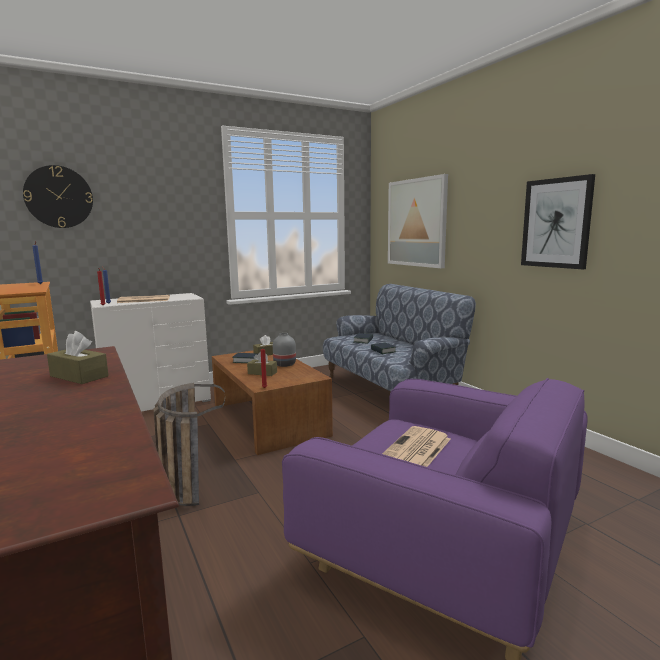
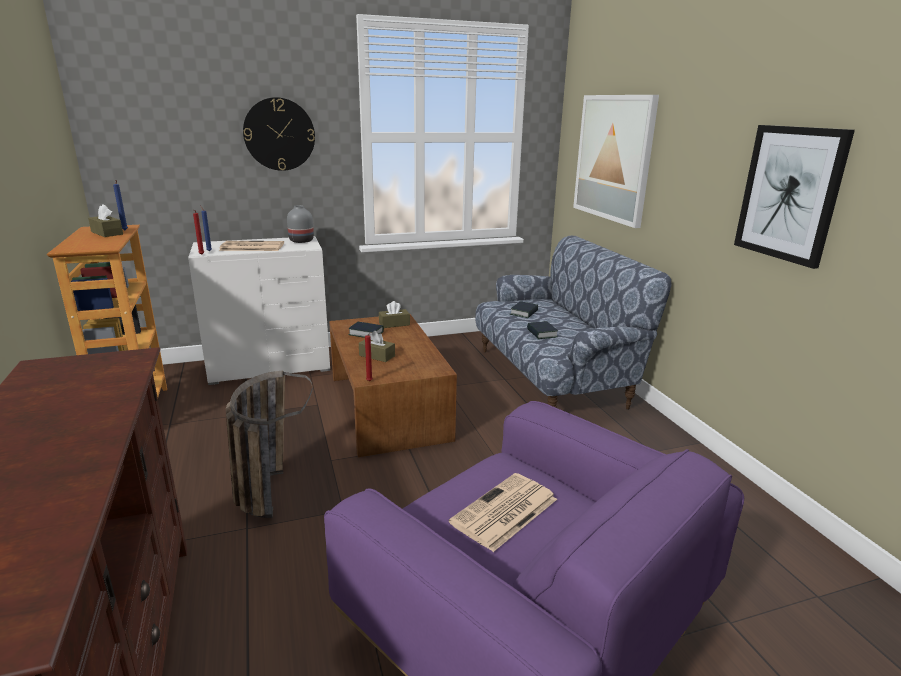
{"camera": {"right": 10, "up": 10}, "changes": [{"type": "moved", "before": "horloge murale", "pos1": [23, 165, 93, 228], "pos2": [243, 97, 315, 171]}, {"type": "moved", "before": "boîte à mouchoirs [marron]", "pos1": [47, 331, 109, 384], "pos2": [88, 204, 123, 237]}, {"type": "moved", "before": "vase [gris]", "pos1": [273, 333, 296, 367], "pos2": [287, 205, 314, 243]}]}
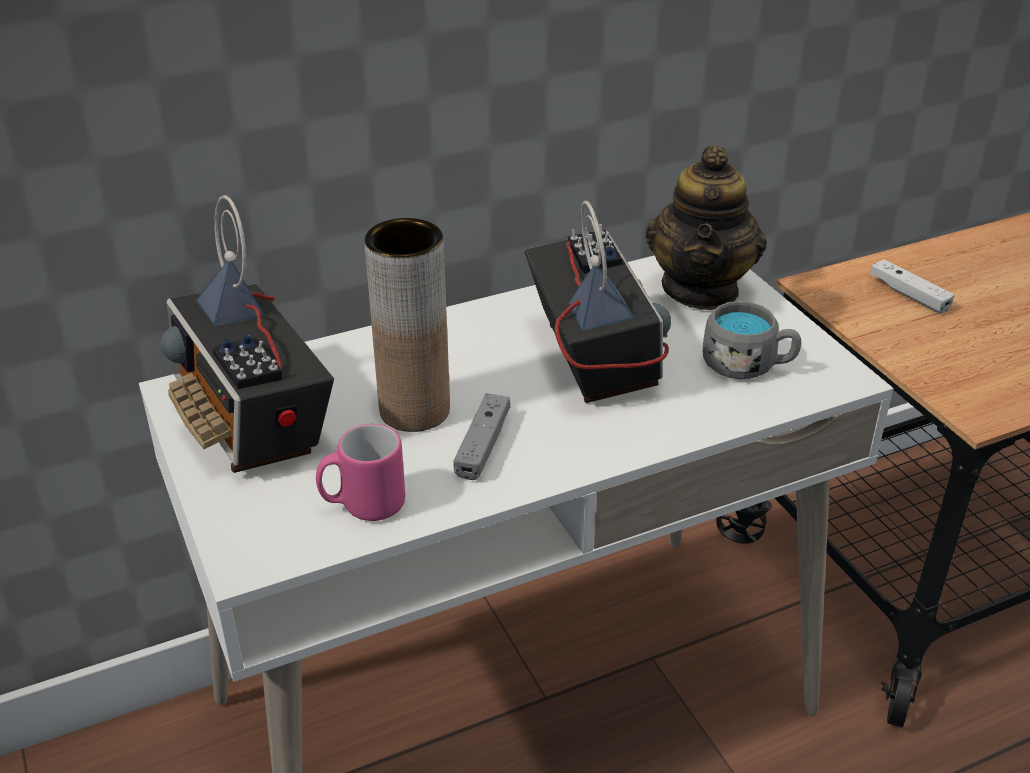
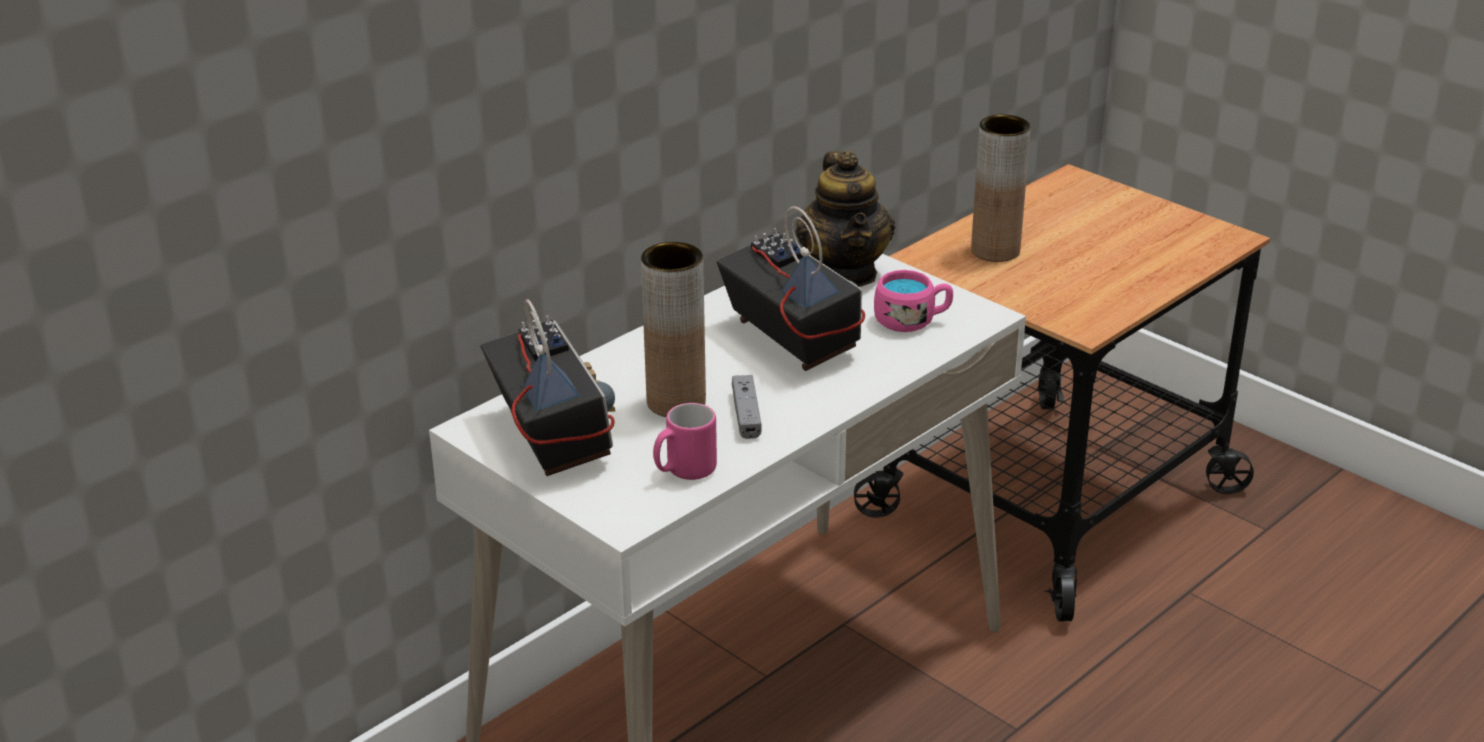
{"camera": {"right": -20, "up": -5}, "changes": [{"type": "turned", "before": "radio", "pos1": [160, 195, 334, 473], "pos2": [481, 299, 615, 476], "turn": -150}, {"type": "recoloured", "before": "mug [gris]", "after": "mug [rose]", "pos1": [703, 301, 801, 379], "pos2": [874, 270, 953, 332]}, {"type": "replaced", "before": "manette [blanc]", "after": "vase [marron]", "pos1": [870, 259, 955, 314], "pos2": [971, 114, 1031, 262]}]}
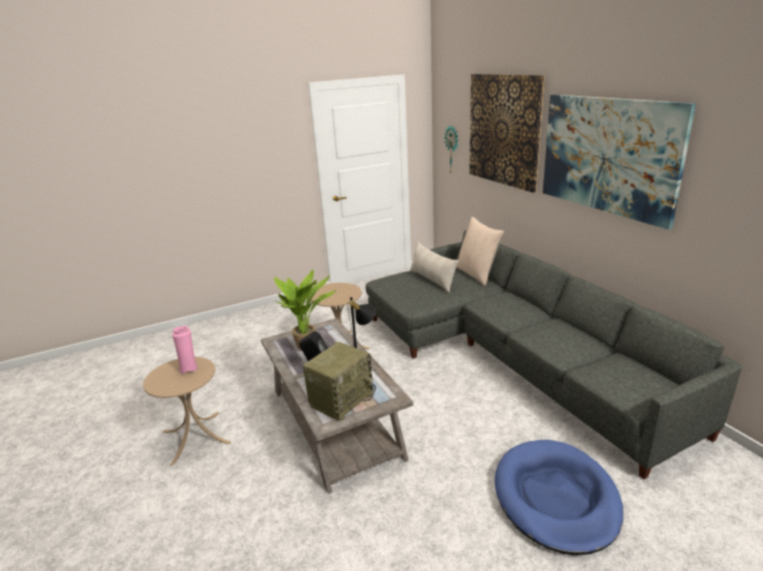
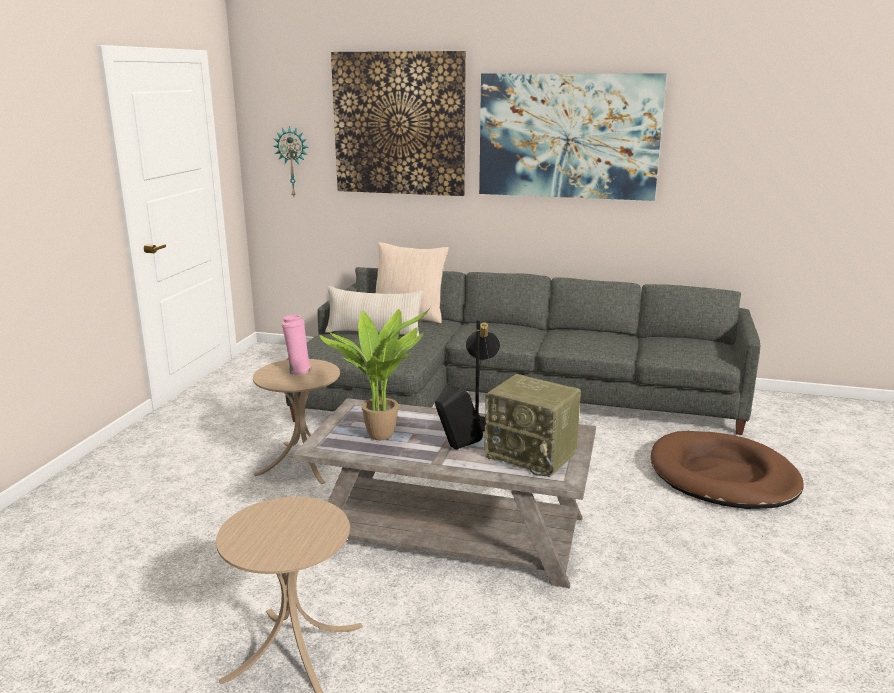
{"camera": {"right": -50, "up": -5}, "changes": [{"type": "moved", "before": "vase [rose]", "pos1": [172, 326, 197, 374], "pos2": [282, 315, 312, 375]}, {"type": "turned", "before": "radio", "pos1": [303, 342, 376, 421], "pos2": [484, 374, 581, 477], "turn": 135}, {"type": "recoloured", "before": "panier pour chien [bleu]", "after": "panier pour chien [marron]", "pos1": [495, 440, 623, 555], "pos2": [651, 431, 804, 509]}]}
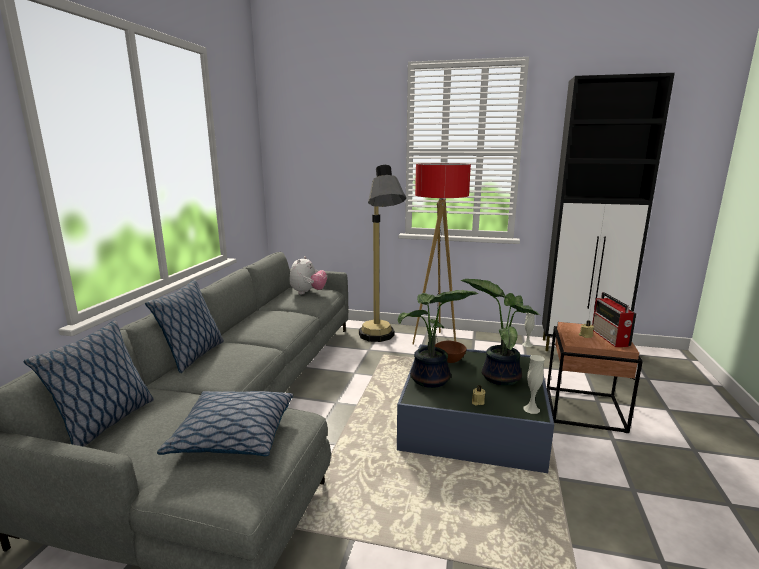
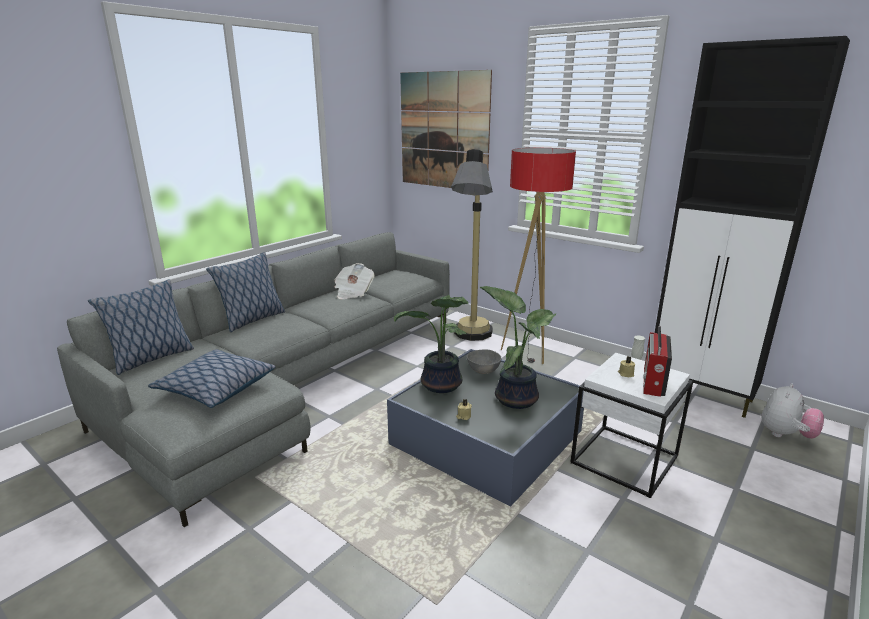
{"camera": {"right": 25, "up": 5}, "changes": [{"type": "moved", "before": "peluche", "pos1": [289, 256, 327, 294], "pos2": [762, 383, 824, 439]}, {"type": "recoloured", "before": "bol [marron]", "after": "bol [gris]", "pos1": [435, 340, 466, 363], "pos2": [467, 350, 501, 374]}, {"type": "removed", "before": "vase [blanc]", "pos1": [523, 355, 545, 414]}, {"type": "recoloured", "before": "table d'appoint [marron]", "after": "table d'appoint [blanc]", "pos1": [547, 322, 643, 433], "pos2": [570, 353, 693, 498]}, {"type": "added", "after": "journal", "pos2": [334, 263, 375, 299]}, {"type": "added", "after": "tableau", "pos2": [400, 70, 492, 188]}]}
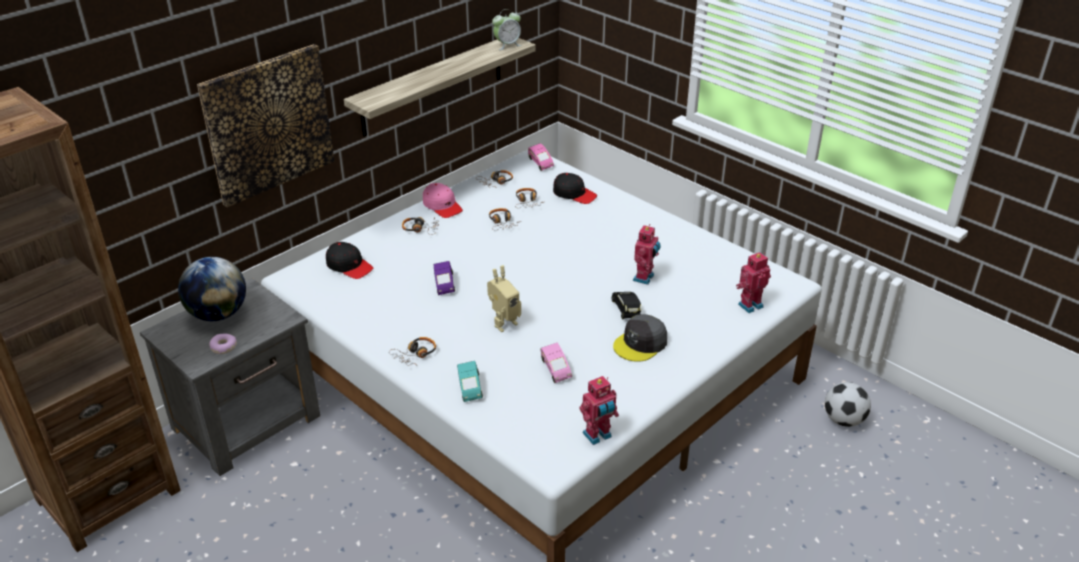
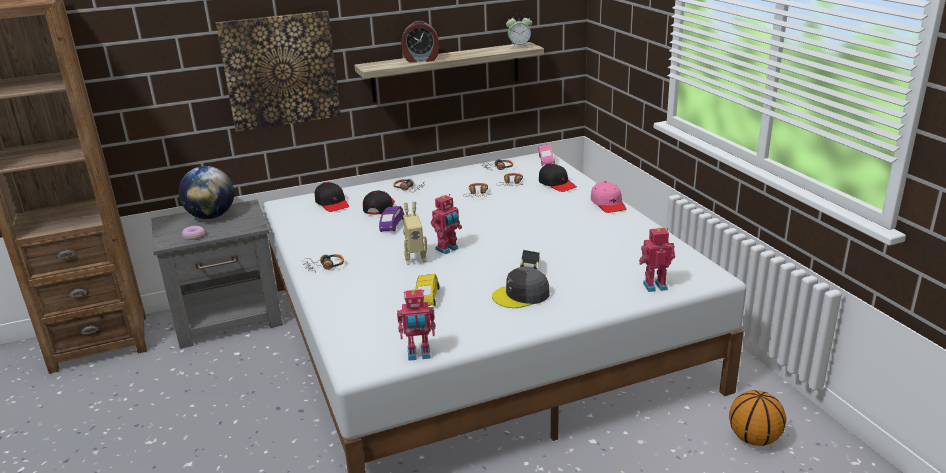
{"camera": {"right": 25, "up": -10}, "changes": [{"type": "moved", "before": "casquette [rose]", "pos1": [423, 183, 463, 218], "pos2": [591, 181, 626, 213]}, {"type": "removed", "before": "petite voiture [turquoise]", "pos1": [457, 361, 483, 402]}, {"type": "recoloured", "before": "petite voiture [rose]", "after": "petite voiture [jaune]", "pos1": [540, 342, 572, 383], "pos2": [416, 274, 440, 306]}, {"type": "moved", "before": "robot jouet", "pos1": [633, 224, 661, 285], "pos2": [431, 194, 462, 254]}, {"type": "replaced", "before": "ballon de foot", "after": "ballon de basket", "pos1": [825, 382, 871, 427], "pos2": [729, 390, 786, 446]}, {"type": "added", "after": "casquette [noir]", "pos2": [363, 191, 395, 214]}, {"type": "added", "after": "réveil", "pos2": [401, 21, 439, 63]}]}
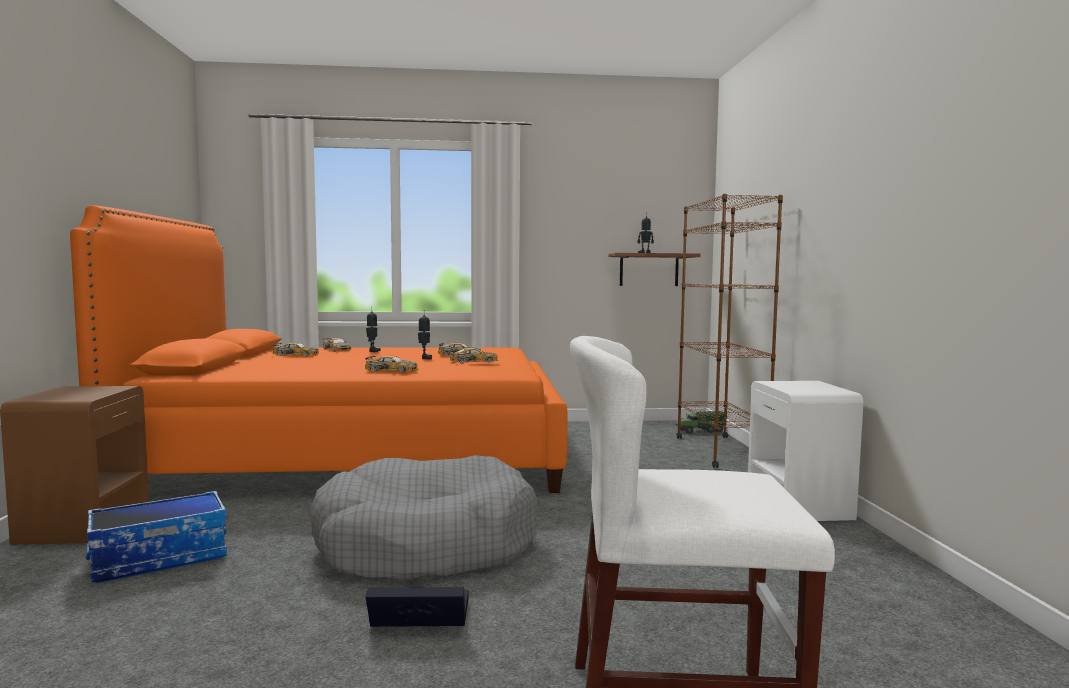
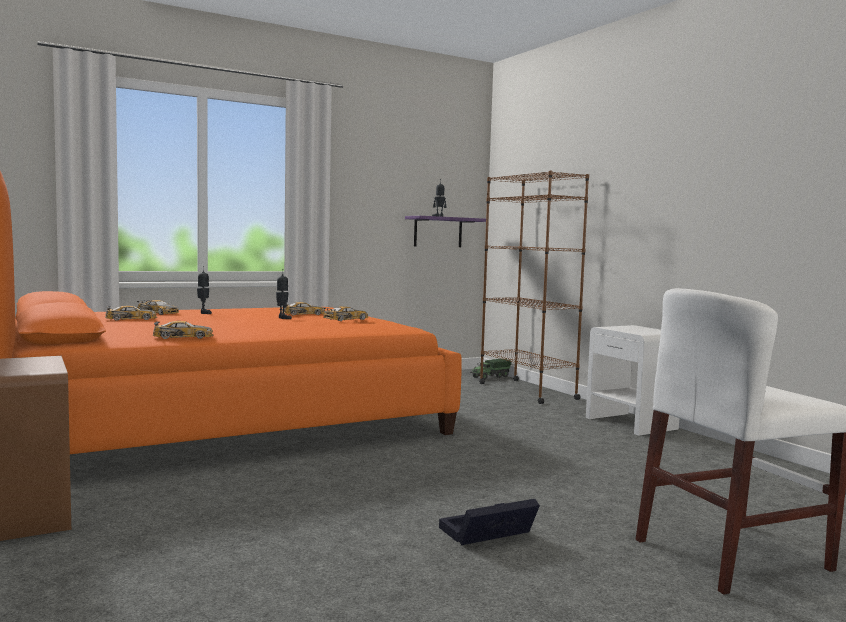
{"camera": {"right": -25, "up": 0}, "changes": [{"type": "removed", "before": "boîte de rangement", "pos1": [86, 491, 227, 583]}, {"type": "removed", "before": "panier pour chien [gris]", "pos1": [309, 455, 537, 581]}, {"type": "moved", "before": "petite voiture", "pos1": [365, 356, 418, 373], "pos2": [153, 321, 214, 339]}, {"type": "recoloured", "before": "étagère [marron]", "after": "étagère [violet]", "pos1": [609, 253, 701, 286], "pos2": [405, 216, 486, 247]}]}
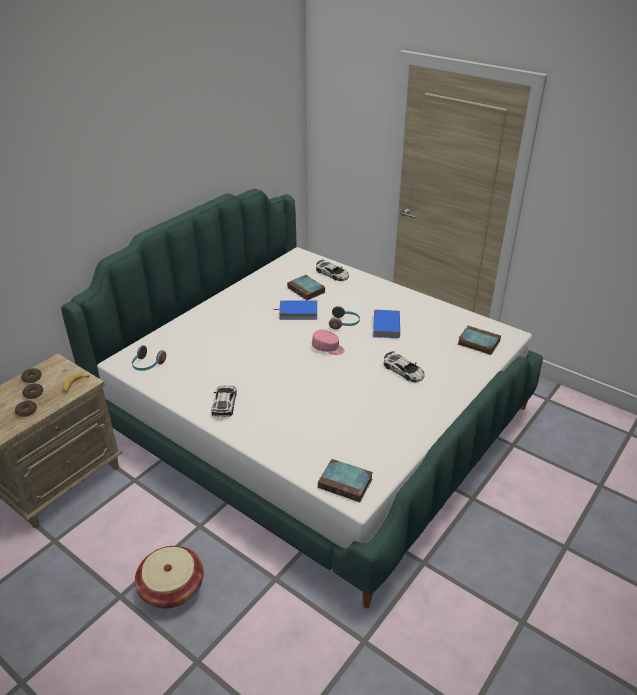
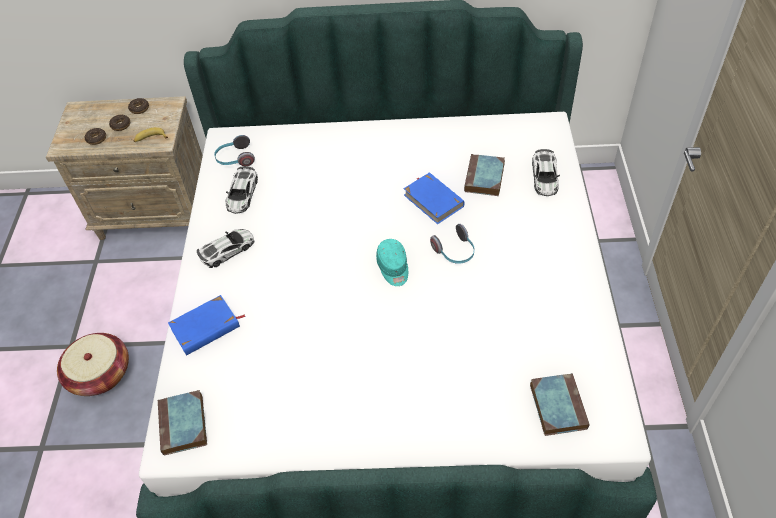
{"camera": {"right": 55, "up": 15}, "changes": [{"type": "recoloured", "before": "casquette [rose]", "after": "casquette [turquoise]", "pos1": [312, 330, 345, 355], "pos2": [376, 239, 408, 286]}, {"type": "moved", "before": "livre [bleu]", "pos1": [373, 310, 400, 338], "pos2": [168, 295, 246, 356]}, {"type": "moved", "before": "petite voiture", "pos1": [384, 351, 425, 382], "pos2": [226, 166, 258, 214]}]}
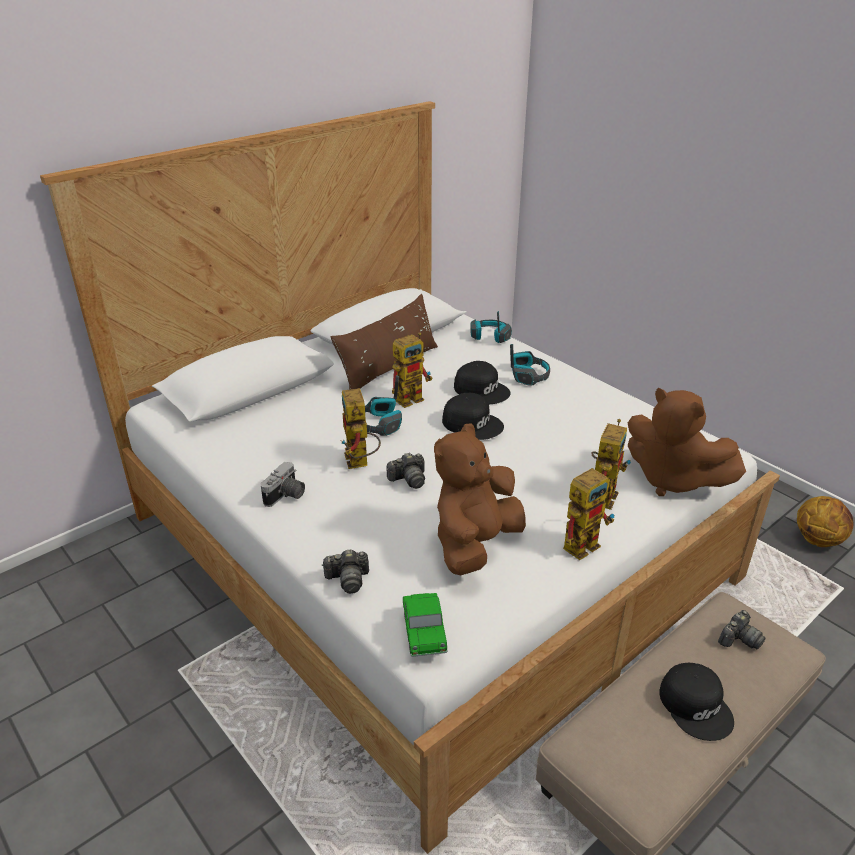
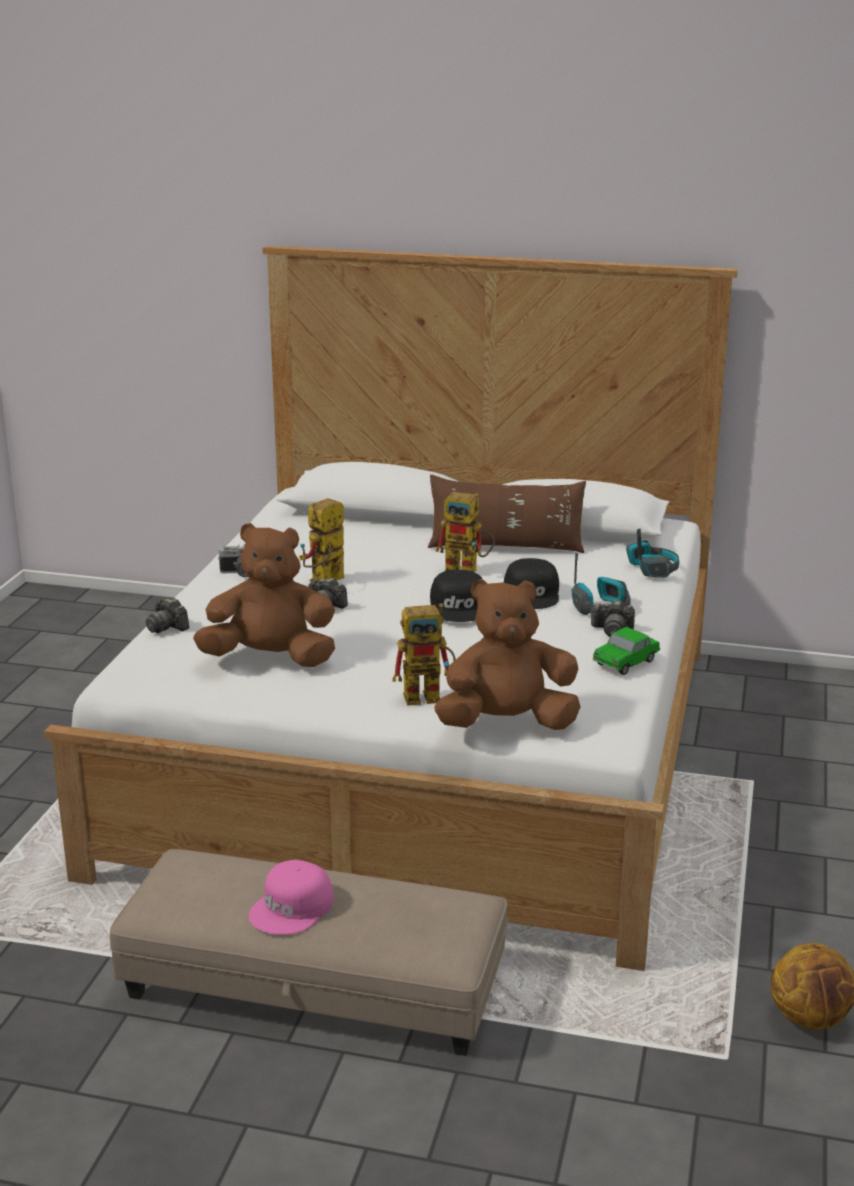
{"camera": {"right": 55, "up": -10}, "changes": [{"type": "removed", "before": "casque audio", "pos1": [365, 375, 402, 436]}, {"type": "moved", "before": "petite voiture", "pos1": [403, 593, 447, 657], "pos2": [592, 627, 660, 675]}, {"type": "removed", "before": "robot jouet", "pos1": [563, 466, 614, 560]}, {"type": "turned", "before": "peluche [marron]", "pos1": [627, 388, 746, 496], "pos2": [434, 579, 581, 730], "turn": 75}, {"type": "recoloured", "before": "casquette [noir]", "after": "casquette [rose]", "pos1": [659, 663, 734, 741], "pos2": [249, 860, 333, 935]}, {"type": "moved", "before": "appareil photo", "pos1": [718, 610, 766, 649], "pos2": [590, 600, 635, 637]}]}
